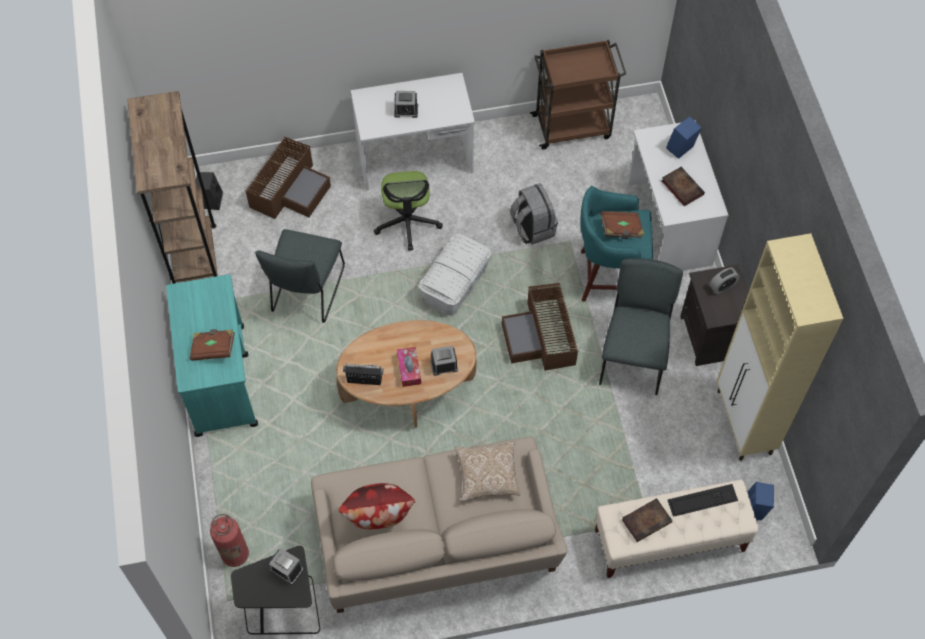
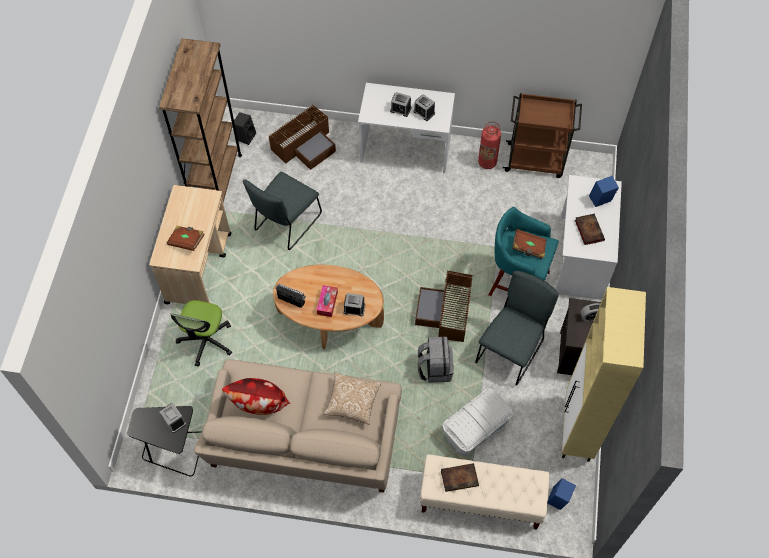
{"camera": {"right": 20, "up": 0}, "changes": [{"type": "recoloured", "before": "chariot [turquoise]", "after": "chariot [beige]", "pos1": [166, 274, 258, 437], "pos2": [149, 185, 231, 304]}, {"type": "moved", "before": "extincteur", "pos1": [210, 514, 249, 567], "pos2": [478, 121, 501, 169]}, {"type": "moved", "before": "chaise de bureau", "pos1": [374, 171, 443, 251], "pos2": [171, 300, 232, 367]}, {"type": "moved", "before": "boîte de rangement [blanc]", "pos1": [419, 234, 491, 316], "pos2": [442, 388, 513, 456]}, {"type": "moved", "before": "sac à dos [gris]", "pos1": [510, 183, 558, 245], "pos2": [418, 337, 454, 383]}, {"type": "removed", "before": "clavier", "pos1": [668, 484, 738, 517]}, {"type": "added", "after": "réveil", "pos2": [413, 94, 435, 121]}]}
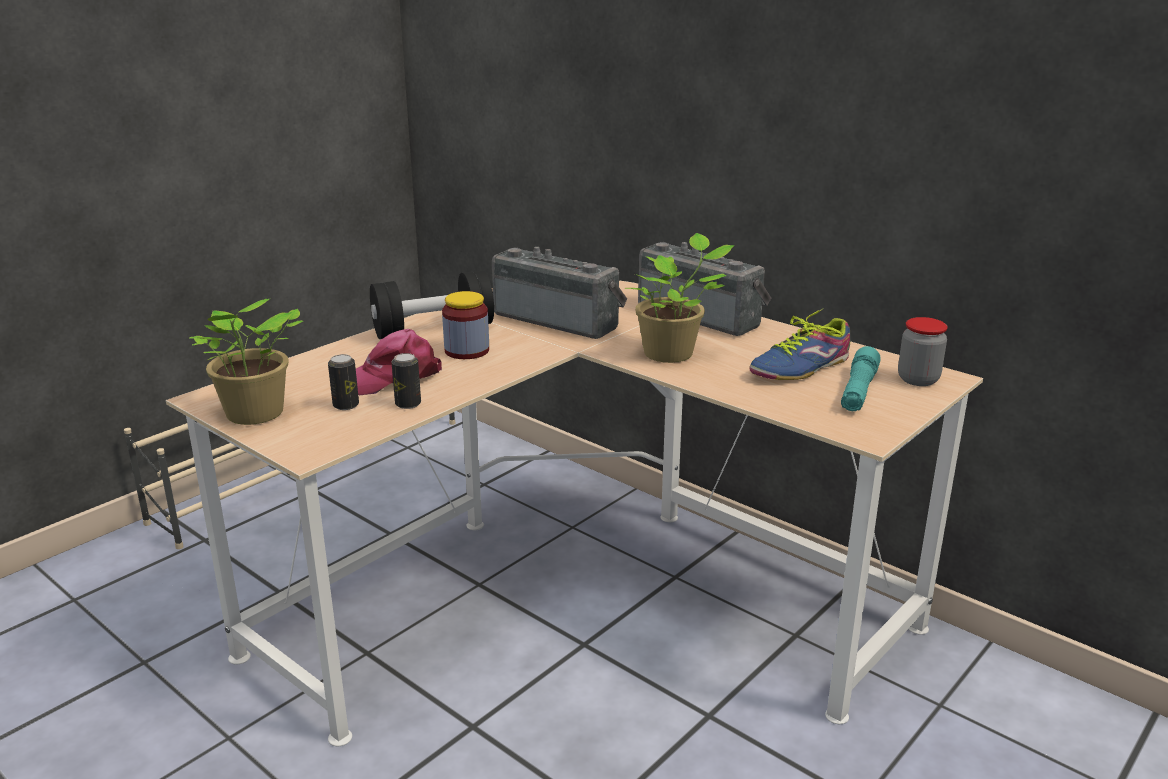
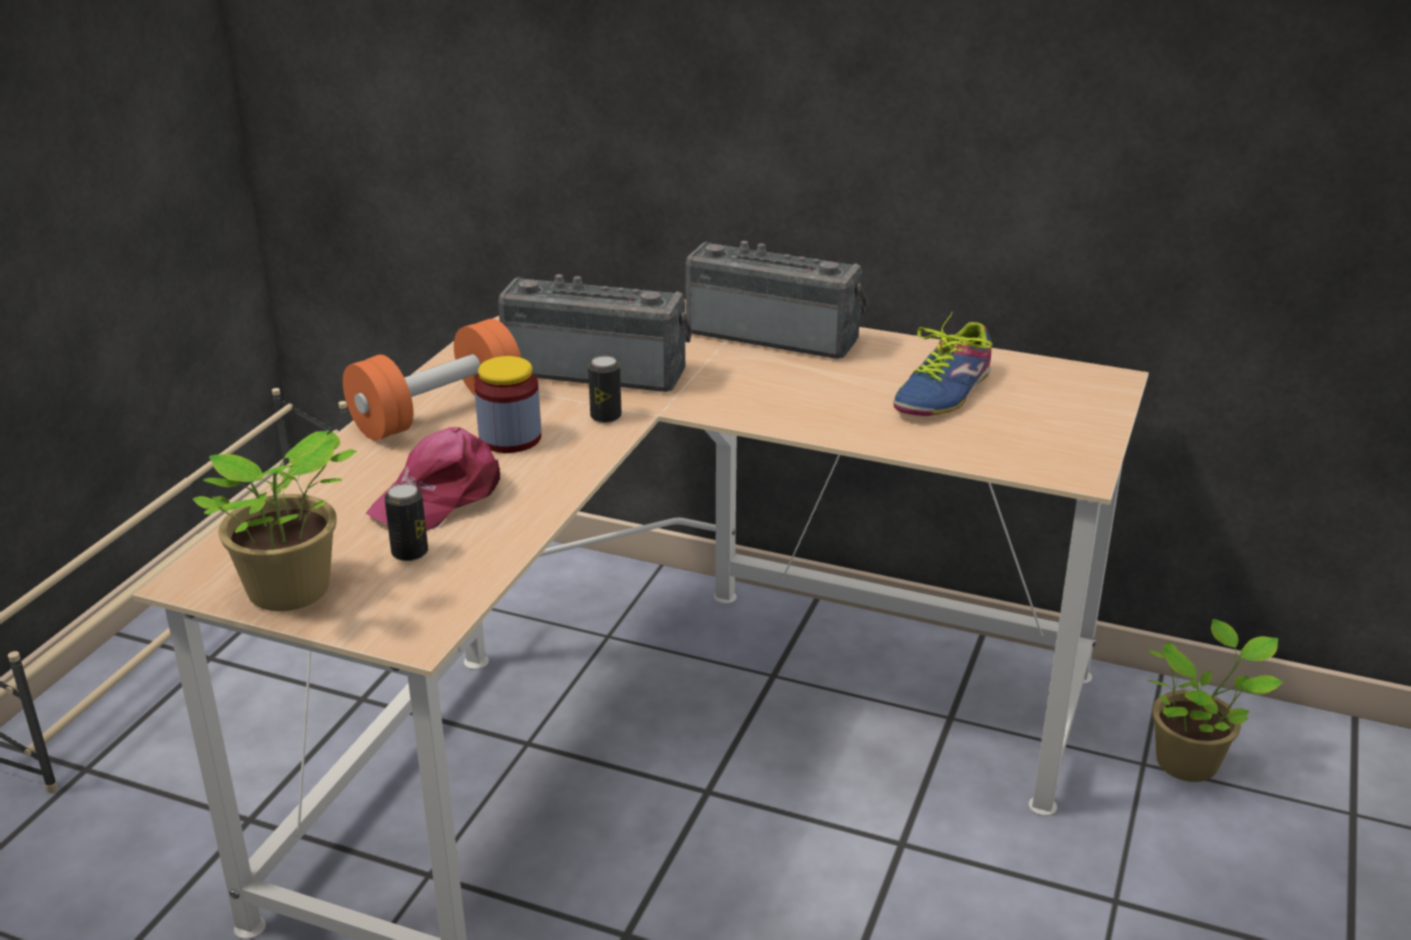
{"camera": {"right": -20, "up": 5}, "changes": [{"type": "recoloured", "before": "haltère [noir]", "after": "haltère [orange]", "pos1": [370, 271, 494, 339], "pos2": [343, 319, 521, 441]}, {"type": "moved", "before": "boîte métallique", "pos1": [392, 353, 421, 409], "pos2": [588, 356, 622, 423]}, {"type": "moved", "before": "plante en pot", "pos1": [624, 233, 735, 363], "pos2": [1147, 619, 1284, 782]}, {"type": "removed", "before": "lampe de poche [turquoise]", "pos1": [841, 346, 881, 411]}, {"type": "removed", "before": "bocal", "pos1": [898, 317, 948, 386]}]}
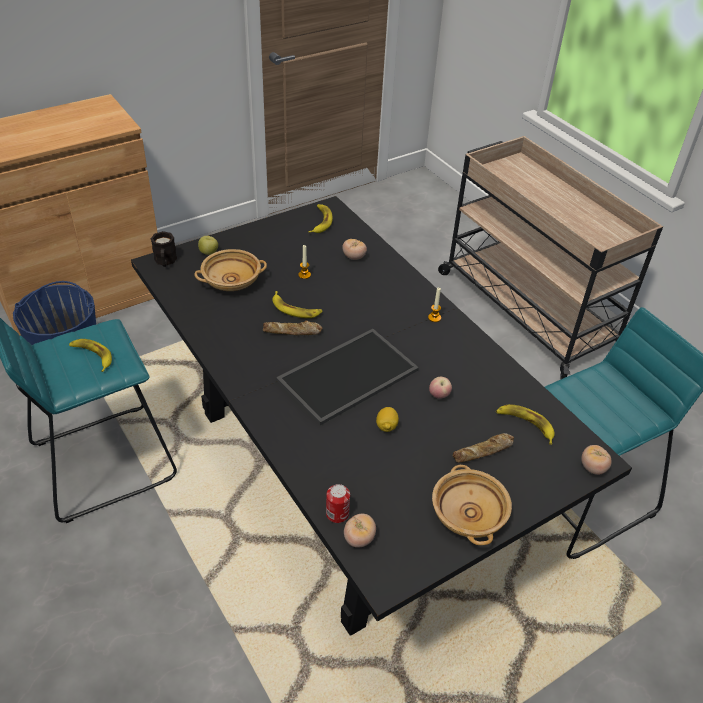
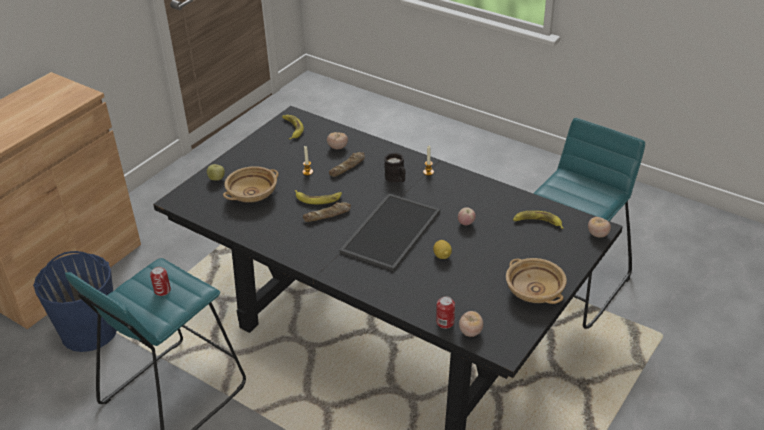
{"camera": {"right": -20, "up": -5}, "changes": [{"type": "replaced", "before": "banane", "after": "boîte métallique", "pos1": [69, 339, 112, 372], "pos2": [150, 267, 171, 296]}, {"type": "moved", "before": "mug [noir]", "pos1": [151, 231, 177, 267], "pos2": [384, 153, 406, 183]}, {"type": "removed", "before": "chariot [beige]", "pos1": [438, 136, 663, 380]}, {"type": "moved", "before": "pain", "pos1": [453, 433, 514, 463], "pos2": [329, 152, 365, 177]}]}
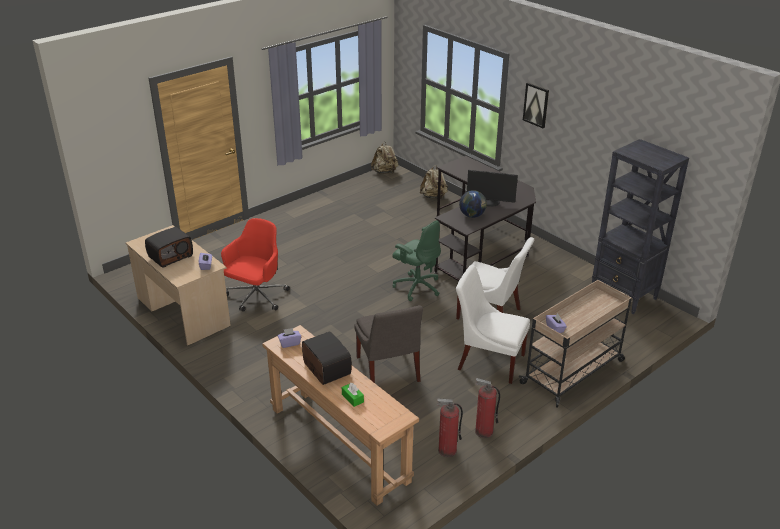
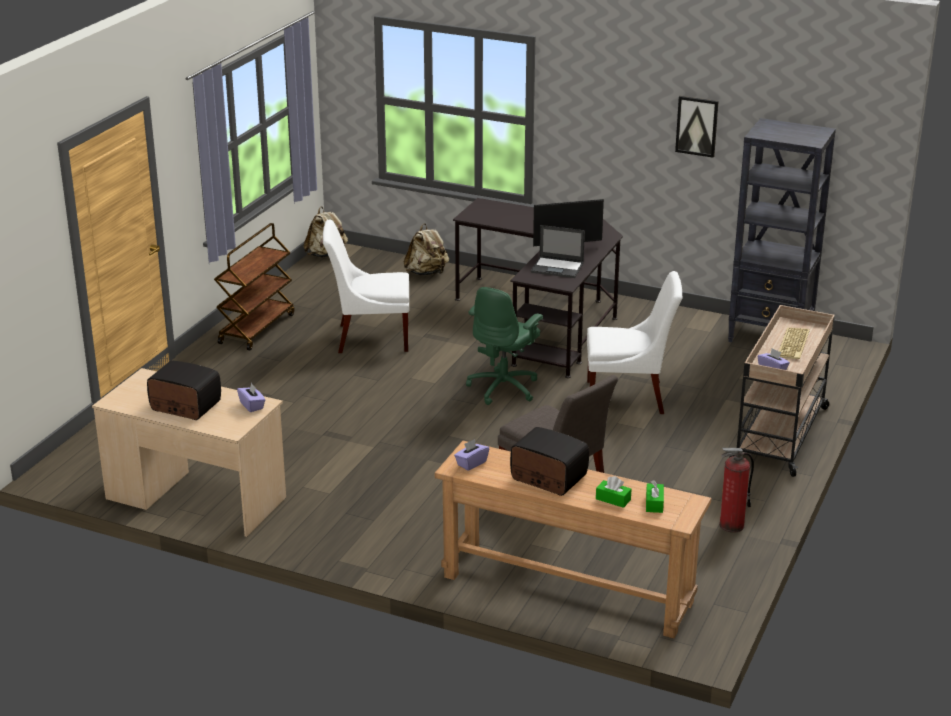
{"camera": {"right": -25, "up": -5}, "changes": [{"type": "turned", "before": "radio", "pos1": [145, 227, 193, 268], "pos2": [147, 361, 221, 420], "turn": -90}, {"type": "removed", "before": "chaise de bureau [rouge]", "pos1": [221, 218, 290, 312]}, {"type": "turned", "before": "chaise de bureau [vert]", "pos1": [392, 220, 441, 301], "pos2": [466, 287, 543, 405], "turn": 105}, {"type": "removed", "before": "extincteur", "pos1": [437, 398, 463, 457]}, {"type": "moved", "before": "chaise [blanc]", "pos1": [456, 265, 530, 384], "pos2": [323, 220, 409, 353]}, {"type": "replaced", "before": "globe", "after": "ordinateur portable", "pos1": [459, 190, 487, 218], "pos2": [531, 225, 585, 278]}, {"type": "moved", "before": "tableau", "pos1": [523, 83, 549, 128], "pos2": [675, 96, 719, 158]}, {"type": "added", "after": "chariot [marron]", "pos2": [214, 223, 295, 351]}, {"type": "added", "after": "boîte à mouchoirs [vert]", "pos2": [646, 481, 664, 513]}, {"type": "added", "after": "clavier", "pos2": [779, 328, 810, 359]}]}
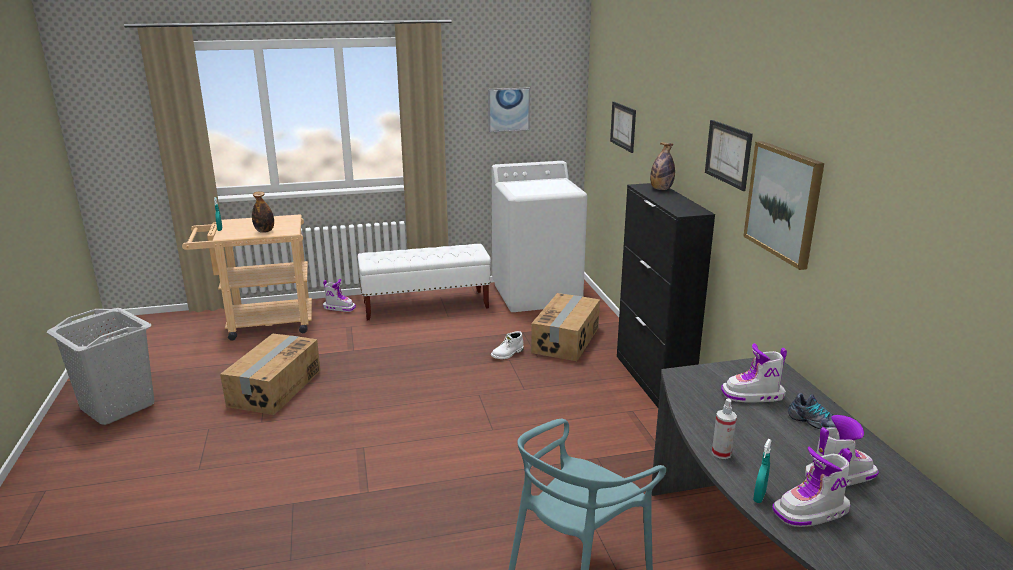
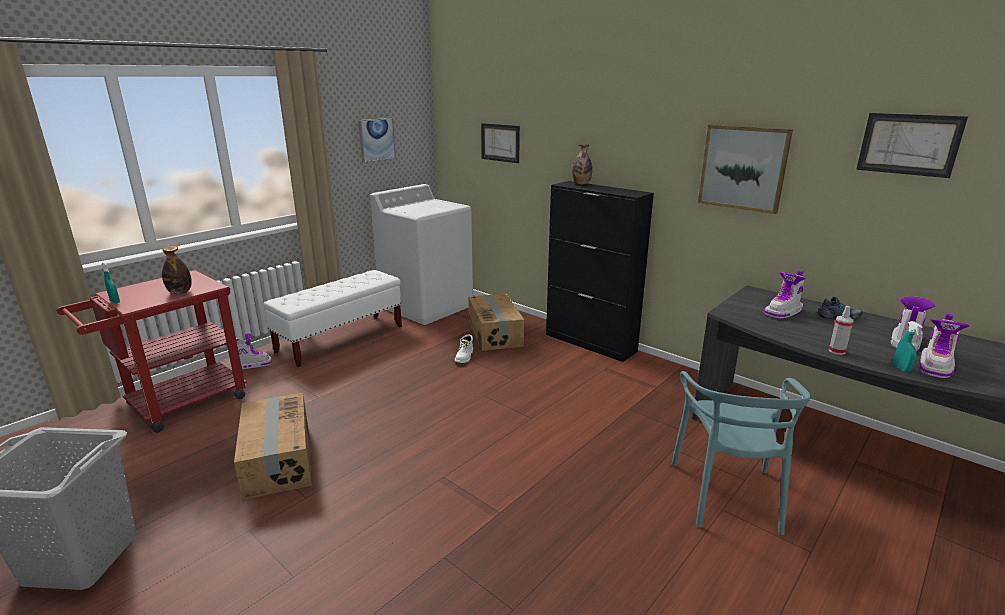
{"camera": {"right": -35, "up": 0}, "changes": [{"type": "recoloured", "before": "chariot [beige]", "after": "chariot [rouge]", "pos1": [182, 215, 312, 341], "pos2": [56, 270, 247, 432]}, {"type": "moved", "before": "tableau", "pos1": [705, 120, 753, 191], "pos2": [856, 113, 968, 178]}]}
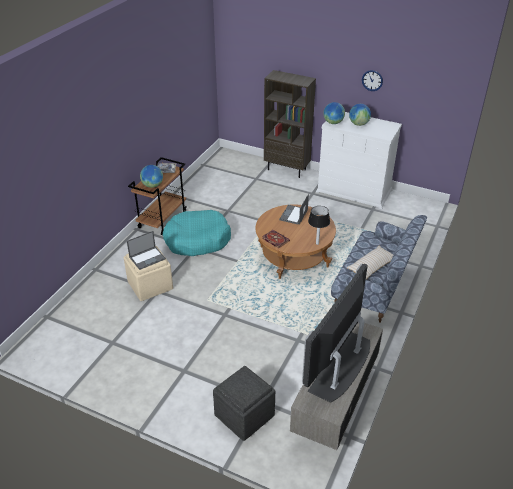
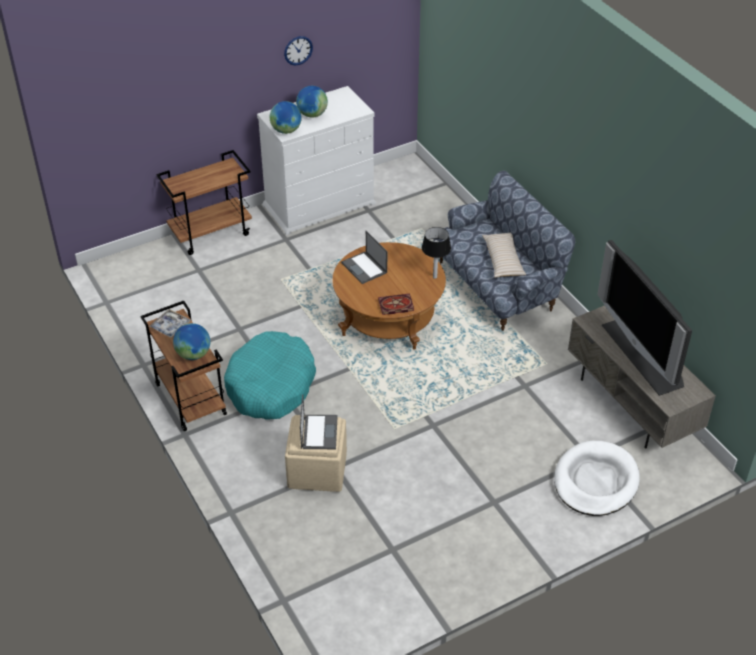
{"camera": {"right": -55, "up": 5}, "changes": [{"type": "replaced", "before": "pouf [gris]", "after": "panier pour chien [blanc]", "pos1": [213, 366, 276, 441], "pos2": [554, 440, 640, 516]}, {"type": "replaced", "before": "bibliothèque [marron]", "after": "chariot [marron]", "pos1": [264, 70, 316, 178], "pos2": [156, 150, 252, 255]}]}
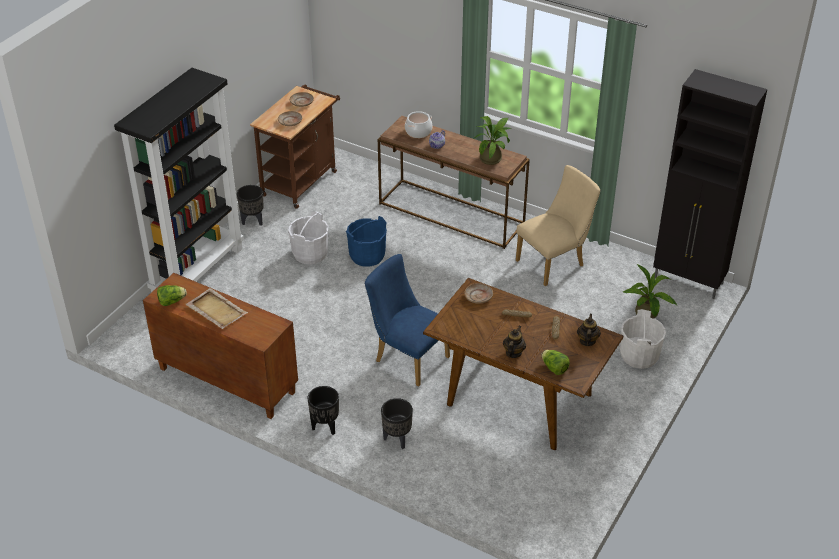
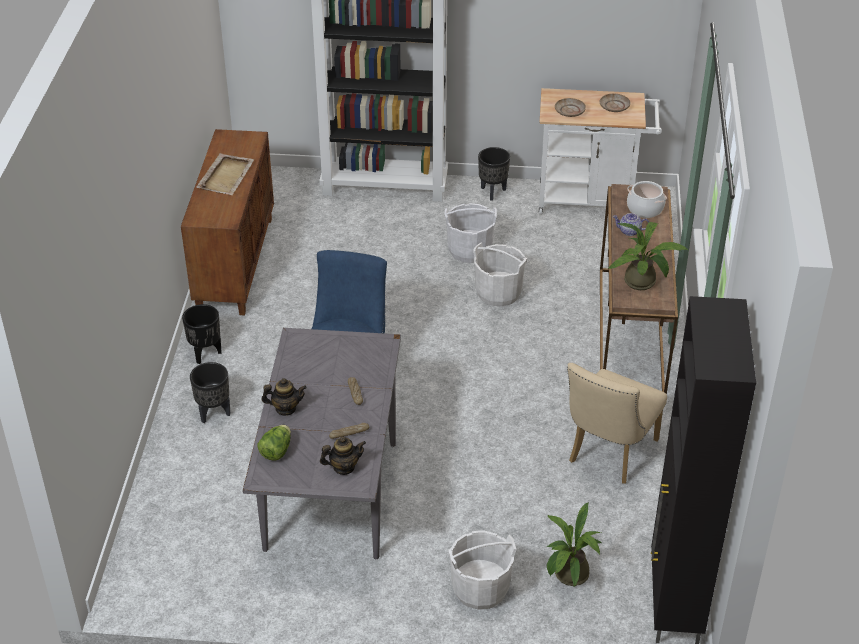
{"camera": {"right": 65, "up": 0}, "changes": [{"type": "removed", "before": "laitue", "pos1": [157, 285, 187, 306]}, {"type": "recoloured", "before": "chariot [marron]", "after": "chariot [blanc]", "pos1": [250, 84, 340, 209], "pos2": [539, 88, 662, 214]}, {"type": "recoloured", "before": "seau [bleu]", "after": "seau [blanc]", "pos1": [346, 216, 387, 266], "pos2": [473, 242, 527, 306]}, {"type": "recoloured", "before": "table à manger [marron]", "after": "table à manger [gris]", "pos1": [423, 278, 623, 450], "pos2": [243, 328, 401, 559]}, {"type": "removed", "before": "assiette [beige]", "pos1": [464, 283, 493, 304]}, {"type": "turned", "before": "chaise [beige]", "pos1": [516, 165, 601, 286], "pos2": [567, 363, 667, 484], "turn": 90}]}
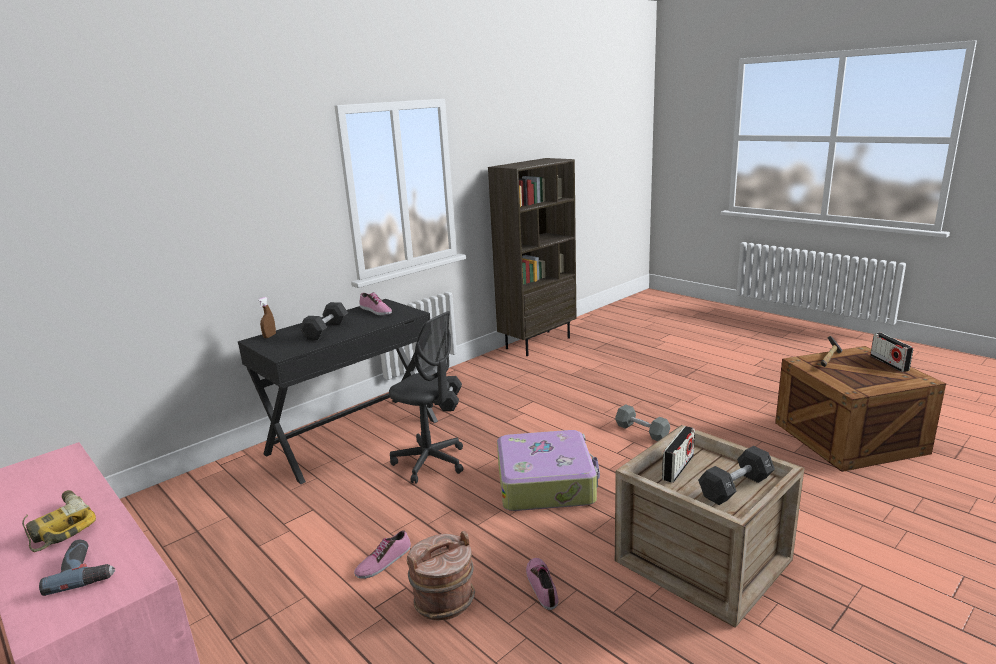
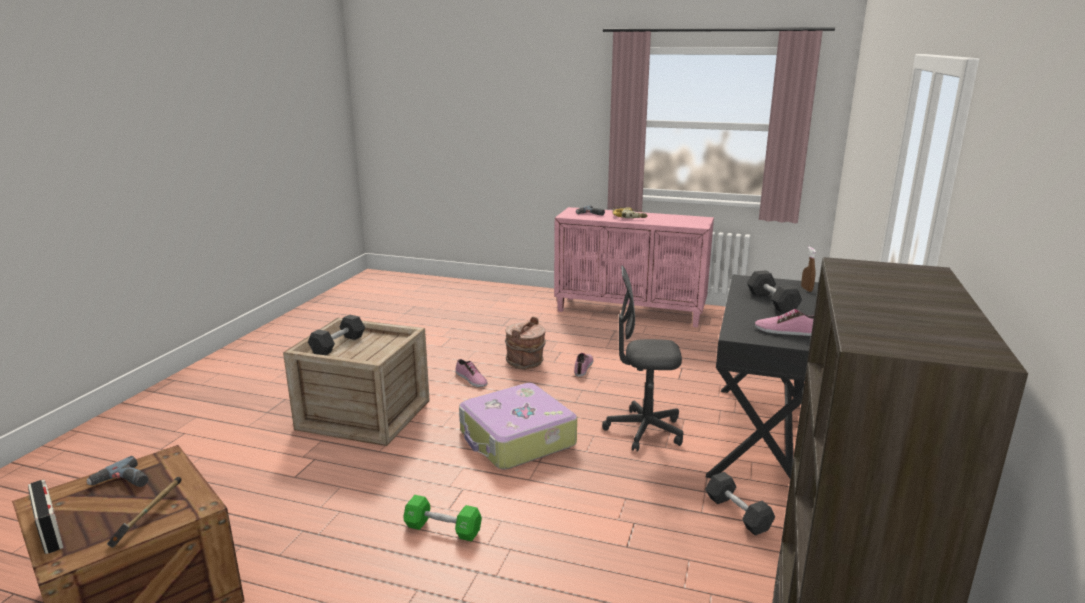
{"camera": {"right": 150, "up": 0}, "changes": [{"type": "recoloured", "before": "haltère [gris]", "after": "haltère [vert]", "pos1": [615, 404, 670, 441], "pos2": [403, 495, 482, 541]}, {"type": "removed", "before": "radio", "pos1": [662, 426, 695, 483]}, {"type": "added", "after": "perceuse", "pos2": [86, 456, 148, 487]}]}
